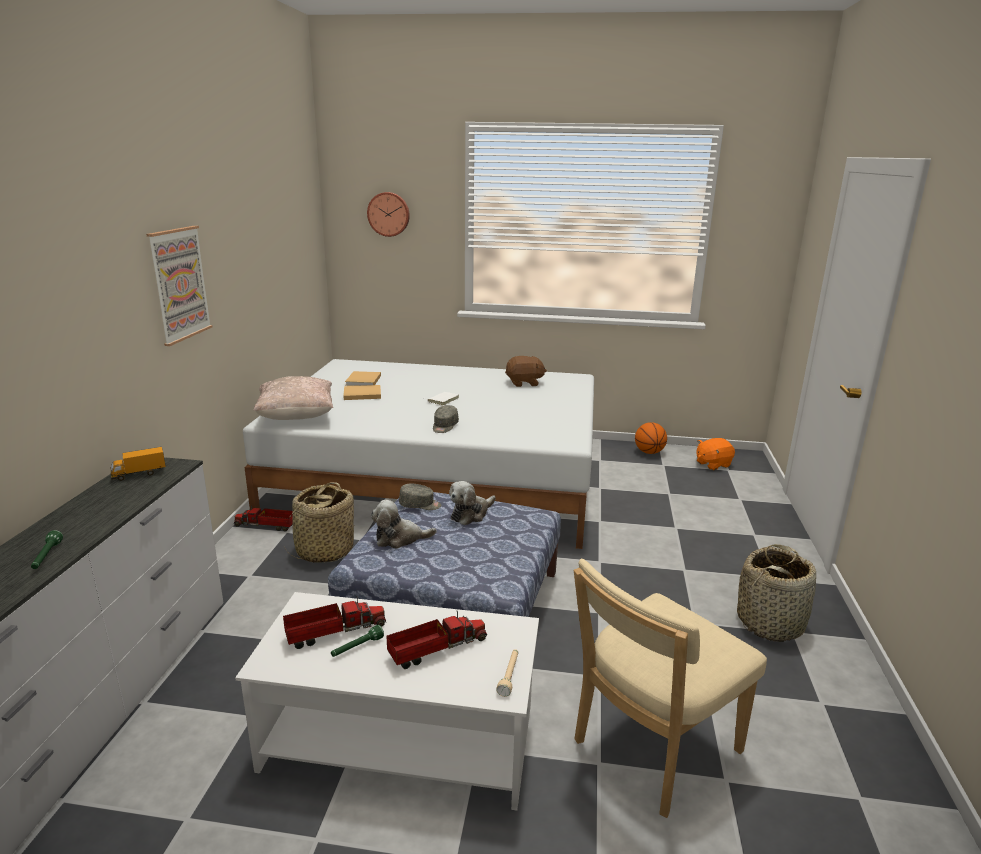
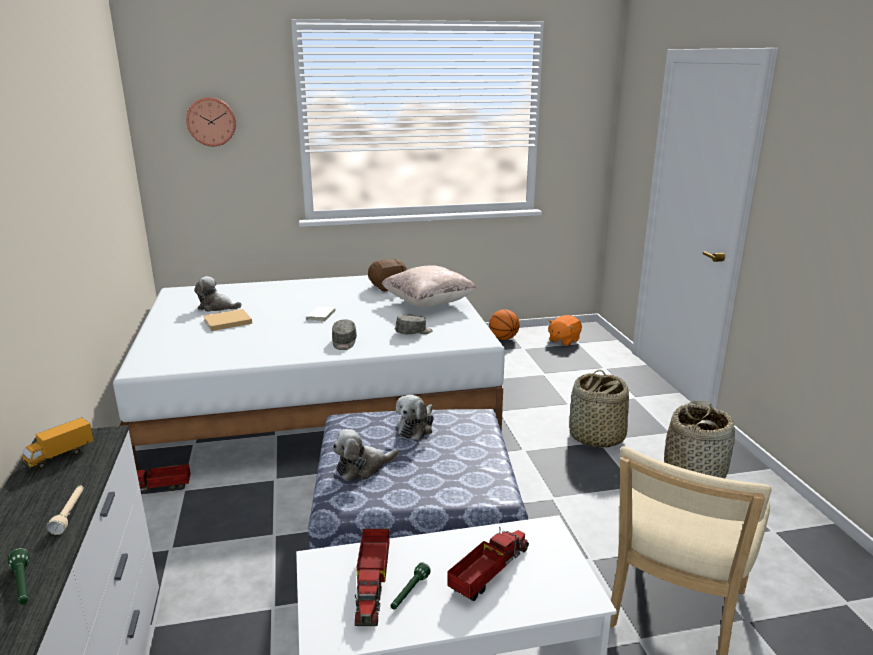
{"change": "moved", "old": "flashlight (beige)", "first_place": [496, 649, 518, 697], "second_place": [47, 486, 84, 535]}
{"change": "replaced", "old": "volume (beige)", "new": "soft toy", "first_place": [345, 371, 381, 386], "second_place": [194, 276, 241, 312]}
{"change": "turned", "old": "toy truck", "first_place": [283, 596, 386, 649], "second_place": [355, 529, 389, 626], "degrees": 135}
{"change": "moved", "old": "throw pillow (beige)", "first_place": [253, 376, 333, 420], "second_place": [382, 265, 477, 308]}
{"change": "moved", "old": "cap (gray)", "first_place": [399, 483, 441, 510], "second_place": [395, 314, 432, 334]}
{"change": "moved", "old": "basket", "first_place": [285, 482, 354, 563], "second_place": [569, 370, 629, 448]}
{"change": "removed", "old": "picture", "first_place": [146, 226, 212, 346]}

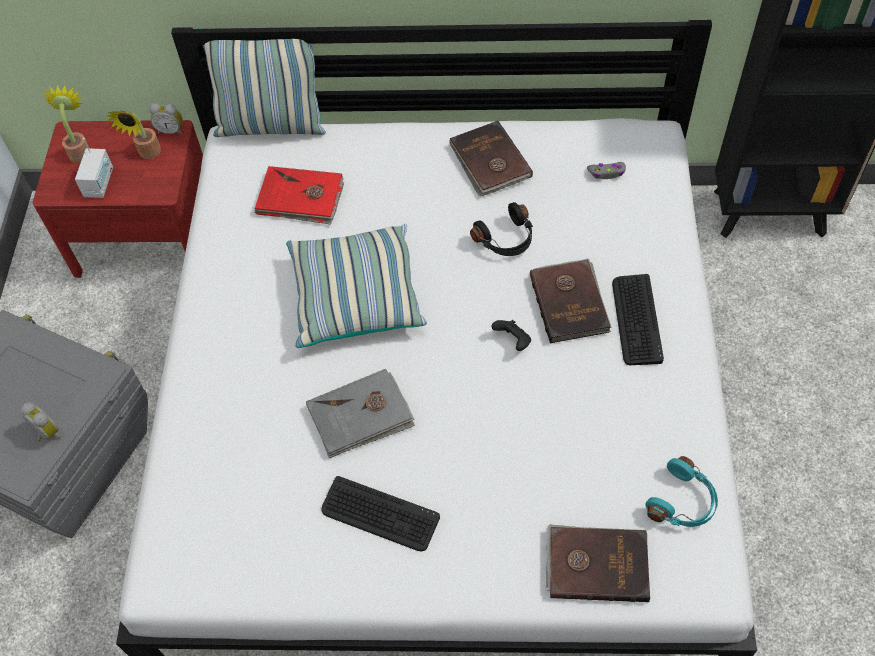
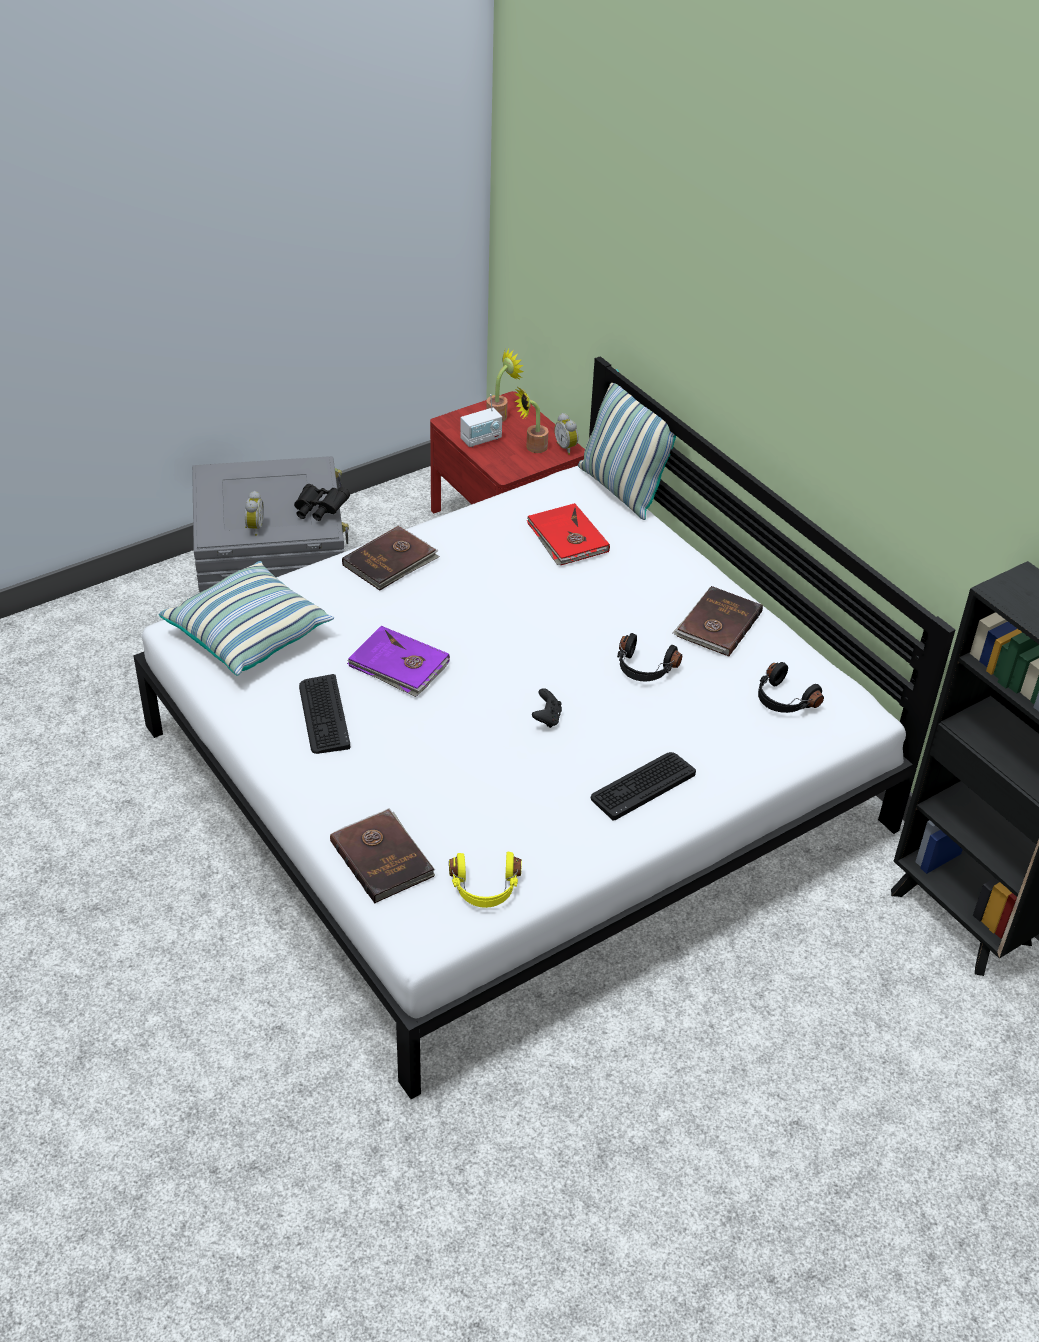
{"change": "moved", "old": "throw pillow", "first_place": [286, 224, 427, 348], "second_place": [159, 561, 334, 676]}
{"change": "added", "new": "binoculars (black-coloured)", "second_place": [294, 484, 350, 521]}
{"change": "moved", "old": "volume (brown-coloured)", "first_place": [530, 258, 612, 343], "second_place": [342, 526, 440, 590]}
{"change": "recoloured", "old": "volume (gray)", "new": "volume (purple)", "first_place": [306, 369, 415, 458], "second_place": [347, 626, 450, 697]}
{"change": "recoloured", "old": "pair of headphones (turquoise)", "new": "pair of headphones (yellow-coloured)", "first_place": [645, 456, 718, 527], "second_place": [449, 852, 522, 908]}
{"change": "replaced", "old": "game controller (gray)", "new": "pair of headphones (black-coloured)", "first_place": [587, 162, 626, 179], "second_place": [758, 662, 824, 713]}

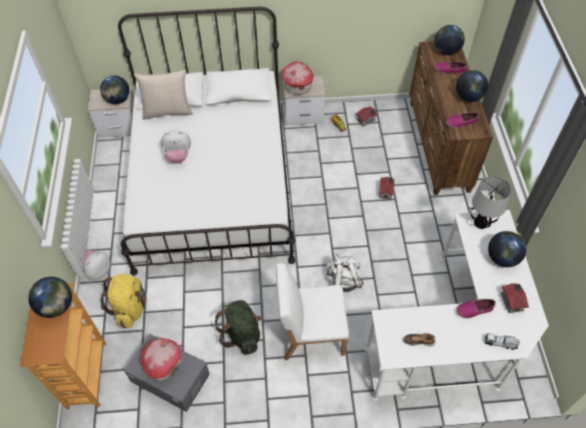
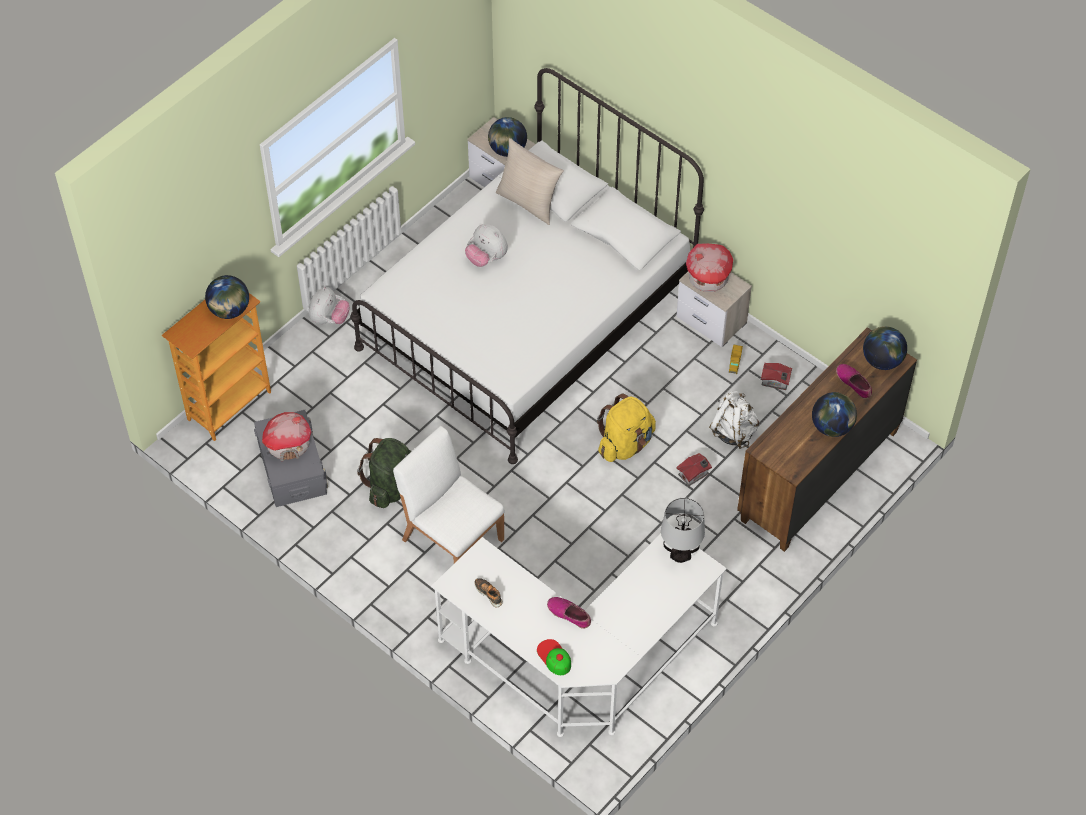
{"change": "turned", "old": "soft toy", "first_place": [82, 250, 111, 280], "second_place": [309, 286, 350, 324], "degrees": 120}
{"change": "replaced", "old": "toy truck", "new": "cap", "first_place": [485, 333, 520, 350], "second_place": [537, 639, 571, 675]}
{"change": "moved", "old": "knapsack (yellow-coloured)", "first_place": [101, 274, 147, 328], "second_place": [597, 393, 656, 462]}
{"change": "moved", "old": "knapsack (white-coloured)", "first_place": [326, 253, 363, 292], "second_place": [709, 391, 759, 449]}
{"change": "removed", "old": "item of footwear", "first_place": [446, 112, 479, 128]}
{"change": "removed", "old": "globe", "first_place": [488, 231, 526, 267]}
{"change": "removed", "old": "miniature house", "first_place": [501, 283, 529, 313]}

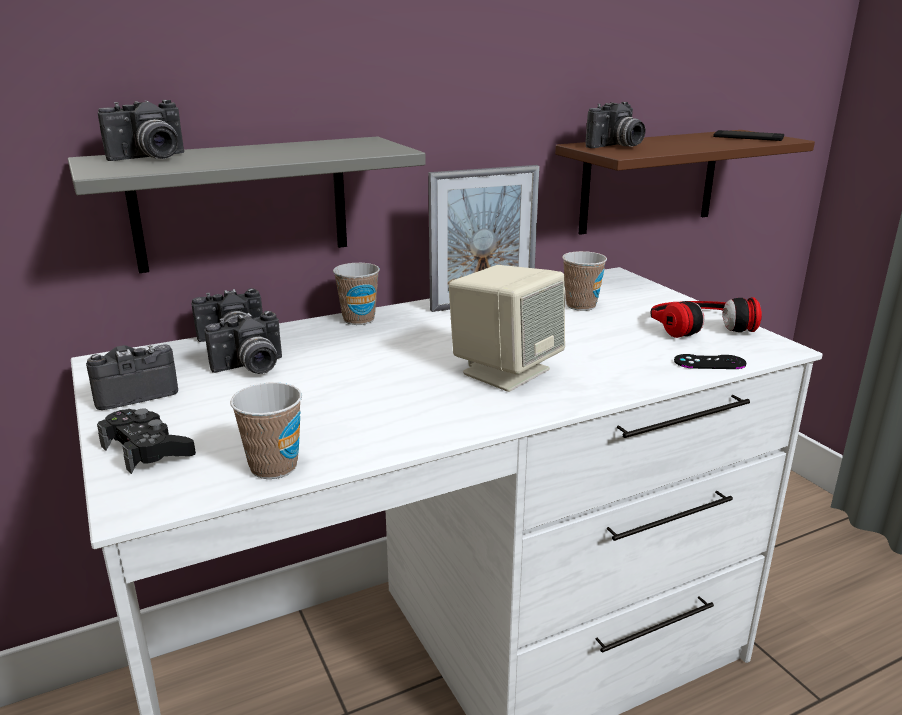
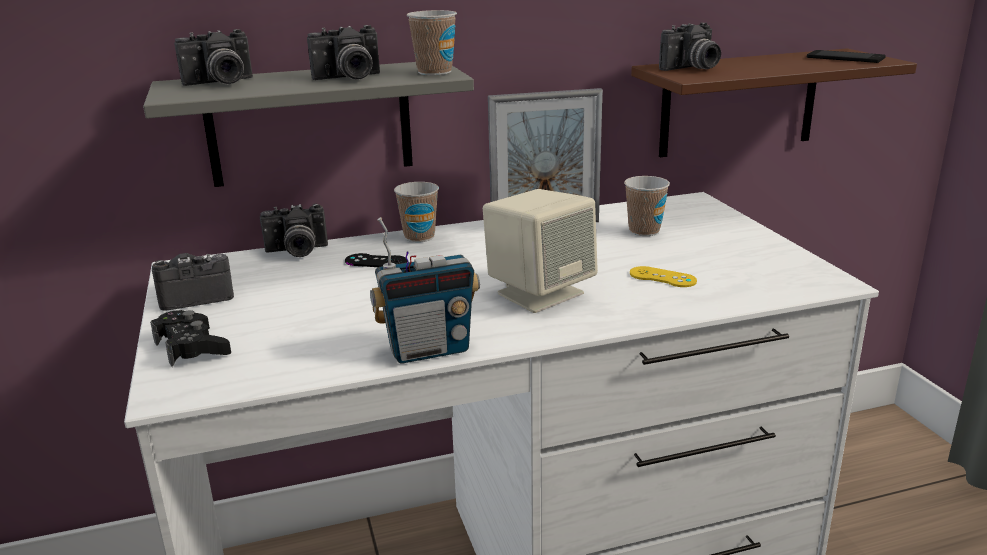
{"change": "moved", "old": "photo camera", "first_place": [205, 311, 282, 374], "second_place": [307, 25, 380, 80]}
{"change": "moved", "old": "game controller (black-coloured)", "first_place": [674, 354, 746, 369], "second_place": [345, 253, 407, 267]}
{"change": "added", "new": "radio set", "second_place": [370, 217, 480, 364]}
{"change": "moved", "old": "small cup", "first_place": [230, 382, 302, 479], "second_place": [407, 10, 457, 75]}
{"change": "added", "new": "game controller (yellow-coloured)", "second_place": [630, 266, 697, 287]}
{"change": "removed", "old": "pair of headphones", "first_place": [651, 297, 762, 338]}

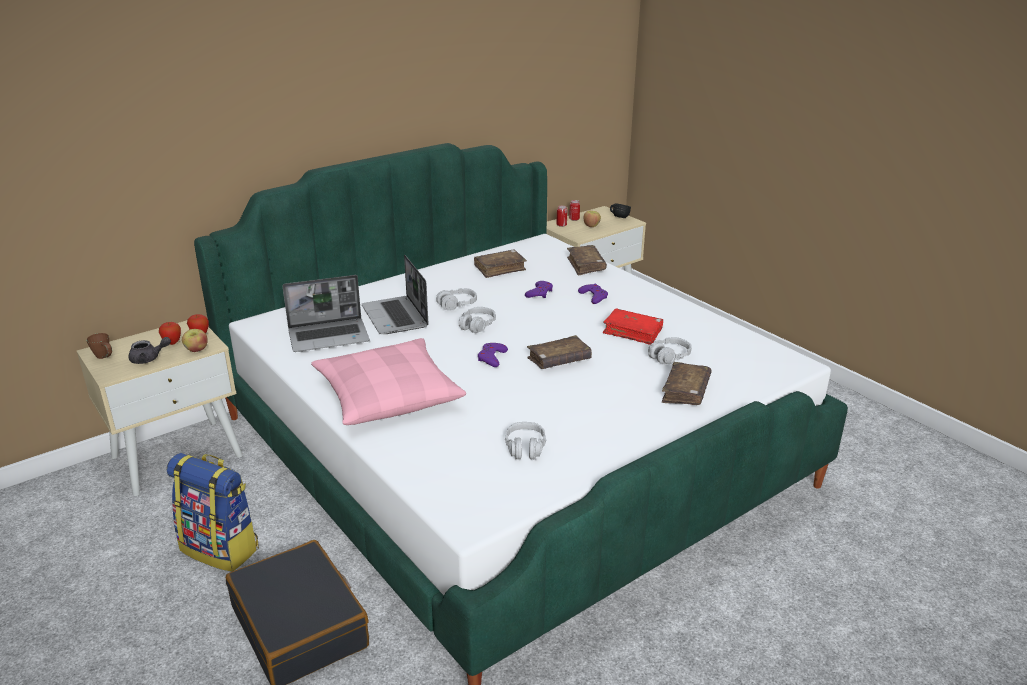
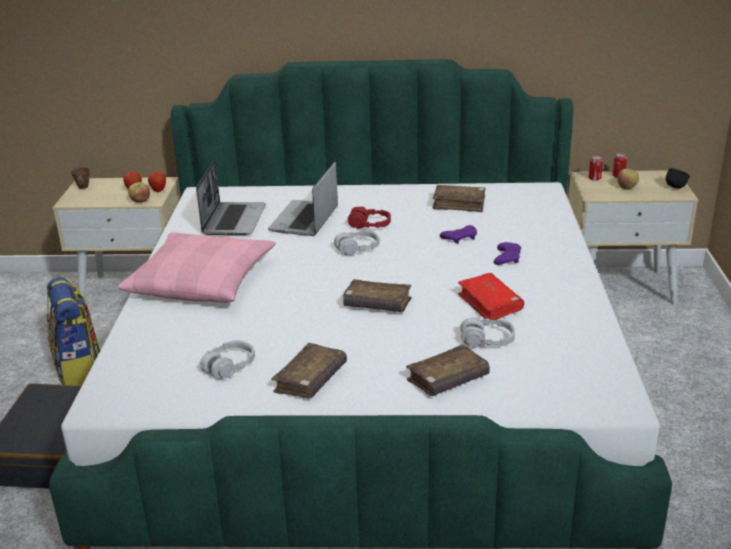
{"change": "turned", "old": "laptop", "first_place": [282, 275, 370, 352], "second_place": [196, 160, 266, 235], "degrees": -105}
{"change": "moved", "old": "volume (brown-coloured)", "first_place": [567, 245, 607, 275], "second_place": [271, 343, 347, 398]}
{"change": "recoloured", "old": "pair of headphones (gray)", "new": "pair of headphones (reddish)", "first_place": [436, 288, 477, 310], "second_place": [348, 207, 391, 229]}
{"change": "removed", "old": "pot for tea (gray)", "first_place": [128, 337, 171, 364]}
{"change": "removed", "old": "game controller (purple)", "first_place": [478, 343, 508, 367]}

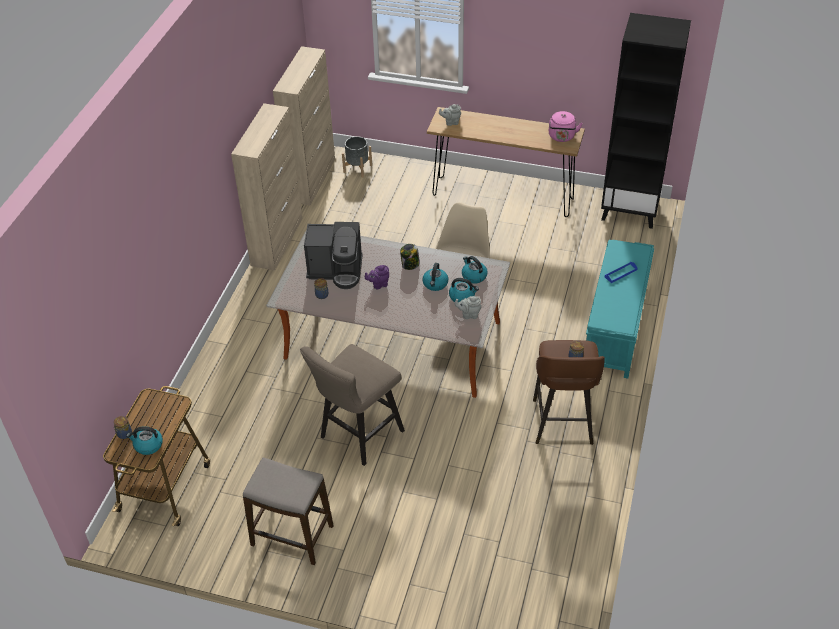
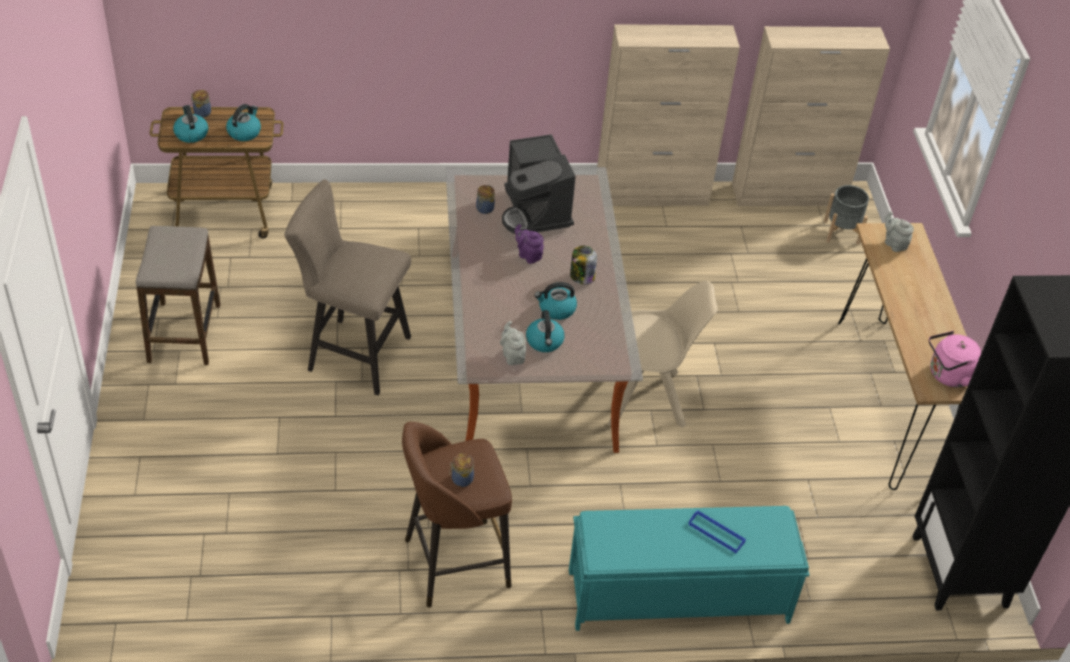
{"change": "moved", "old": "water kettle", "first_place": [462, 256, 488, 284], "second_place": [226, 104, 261, 141]}

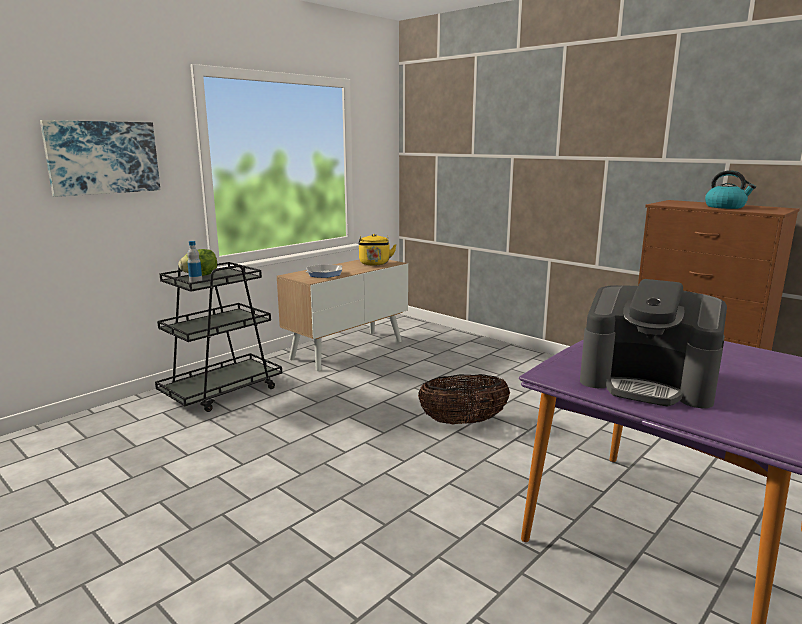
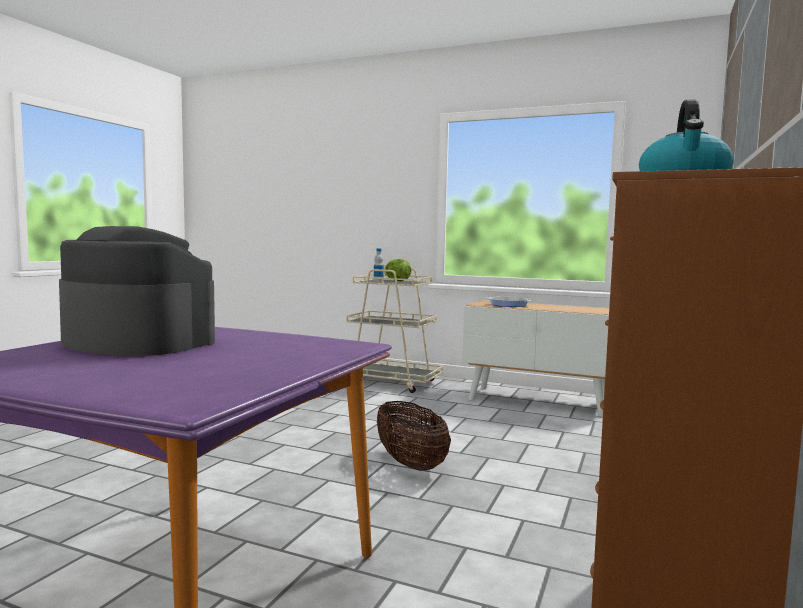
{"change": "turned", "old": "coffee maker", "first_place": [580, 279, 727, 408], "second_place": [59, 226, 215, 356], "degrees": 105}
{"change": "recoloured", "old": "cart (black-coloured)", "new": "cart (beige)", "first_place": [155, 262, 282, 412], "second_place": [346, 268, 443, 393]}
{"change": "removed", "old": "picture", "first_place": [40, 120, 160, 197]}
{"change": "removed", "old": "water kettle (yellow-coloured)", "first_place": [358, 234, 397, 266]}

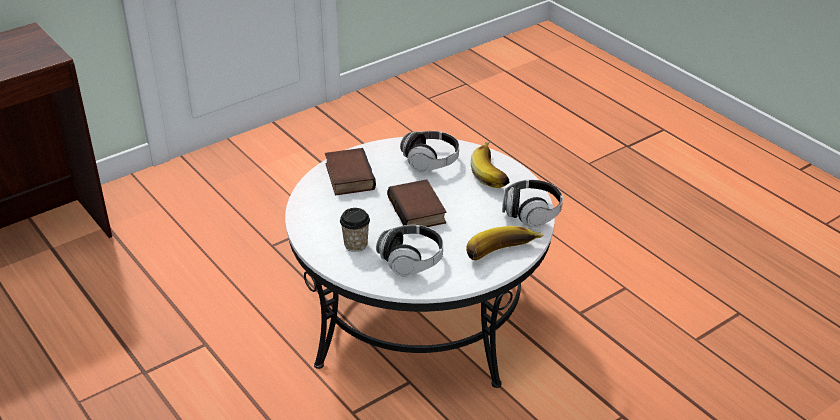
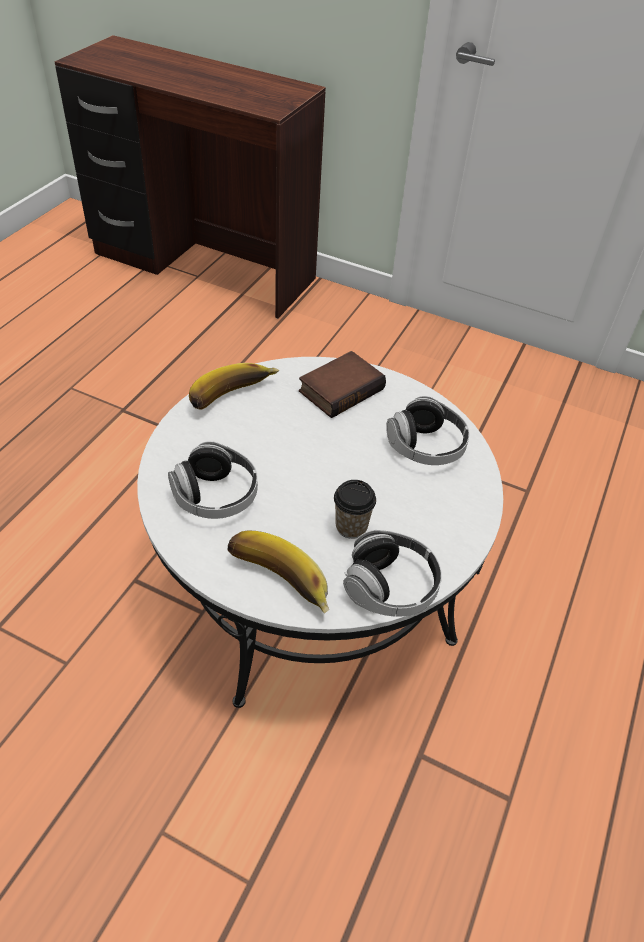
{"change": "moved", "old": "banana fruit", "first_place": [471, 141, 510, 188], "second_place": [189, 363, 279, 410]}
{"change": "moved", "old": "small cup", "first_place": [340, 208, 370, 252], "second_place": [334, 480, 376, 539]}
{"change": "removed", "old": "volume", "first_place": [387, 179, 446, 227]}

